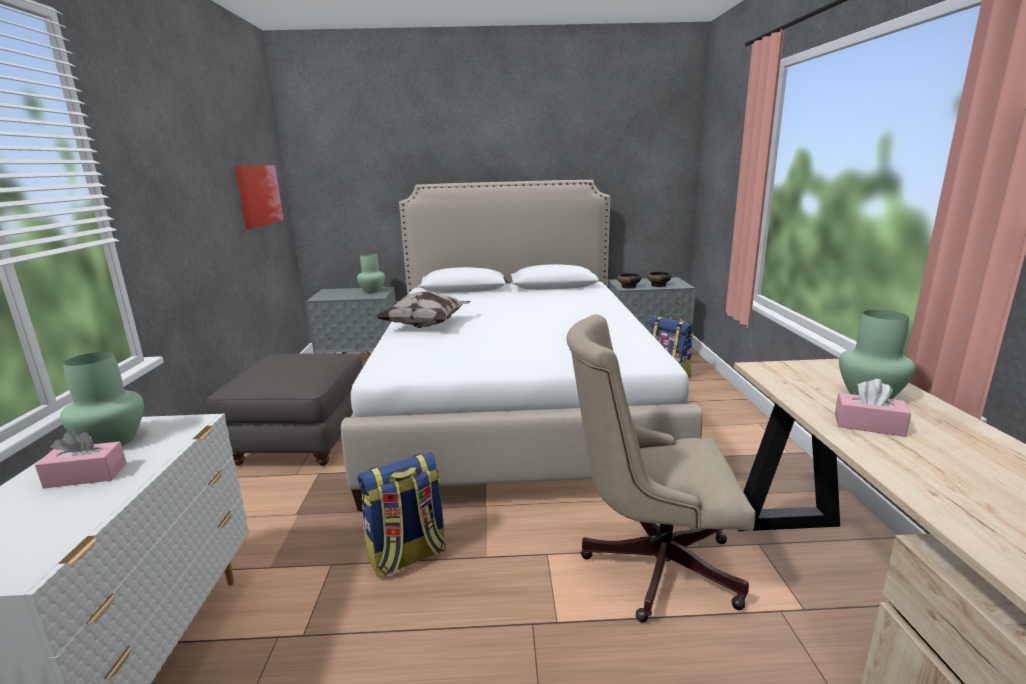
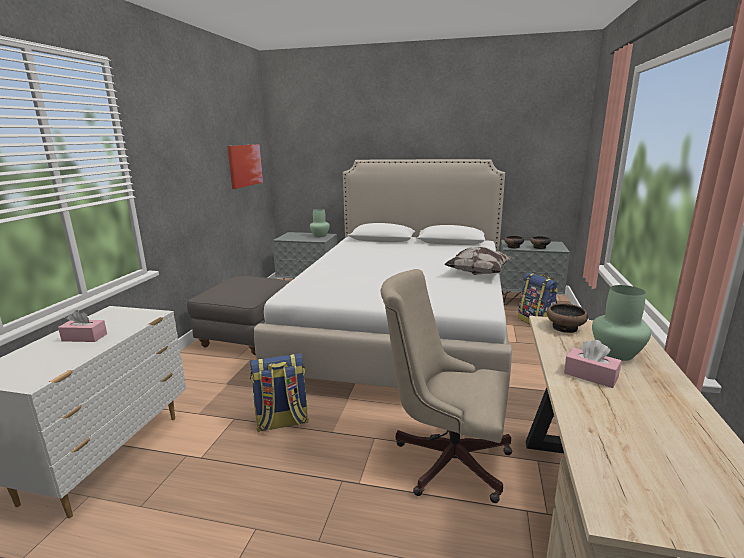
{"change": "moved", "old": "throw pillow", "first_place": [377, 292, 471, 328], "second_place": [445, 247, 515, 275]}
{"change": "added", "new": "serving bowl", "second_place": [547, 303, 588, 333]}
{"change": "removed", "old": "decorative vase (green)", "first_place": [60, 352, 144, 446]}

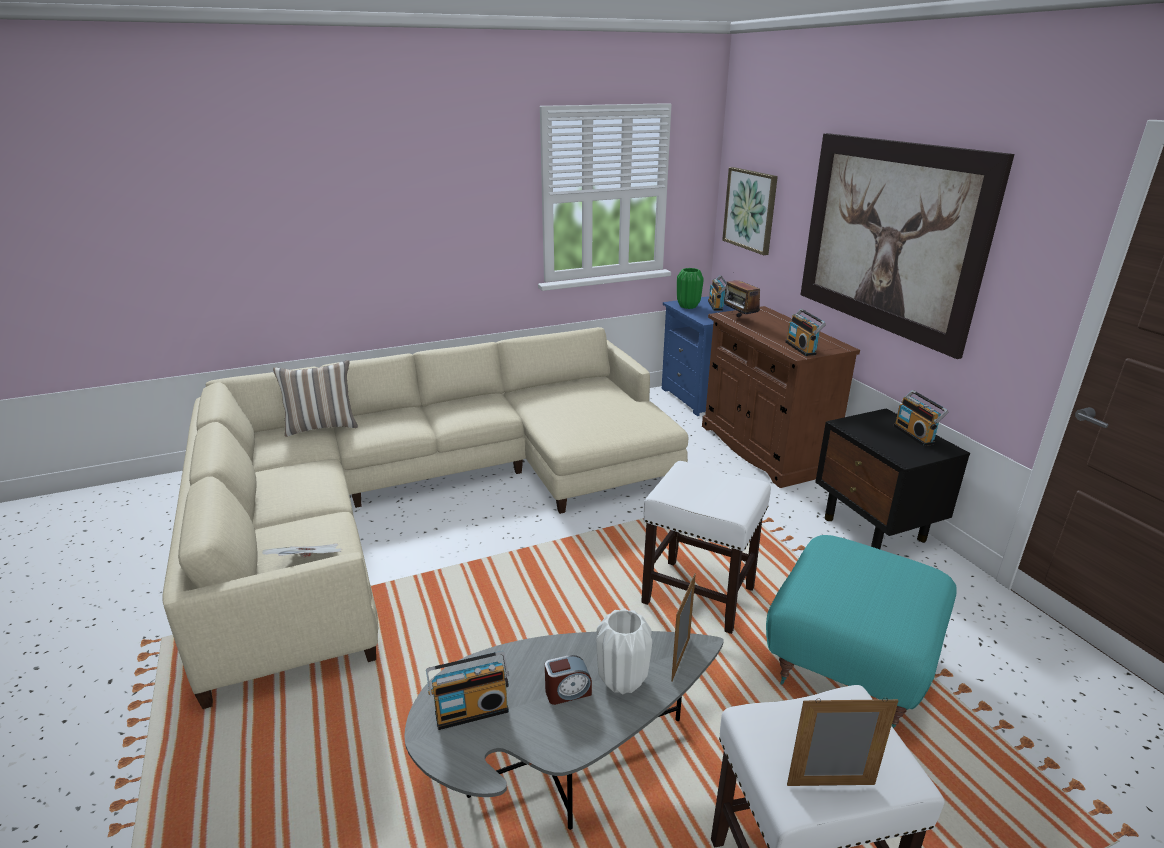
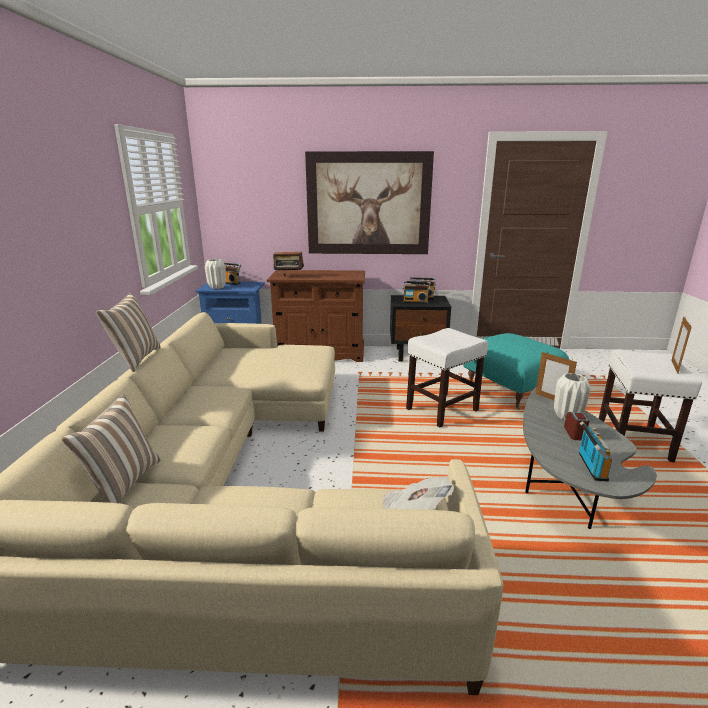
{"change": "added", "new": "throw pillow", "second_place": [96, 293, 160, 372]}
{"change": "recoloured", "old": "decorative vase (green)", "new": "decorative vase (white-coloured)", "first_place": [677, 268, 704, 309], "second_place": [205, 259, 226, 289]}
{"change": "moved", "old": "radio set", "first_place": [785, 309, 826, 356], "second_place": [403, 281, 430, 304]}
{"change": "removed", "old": "picture", "first_place": [722, 167, 778, 255]}

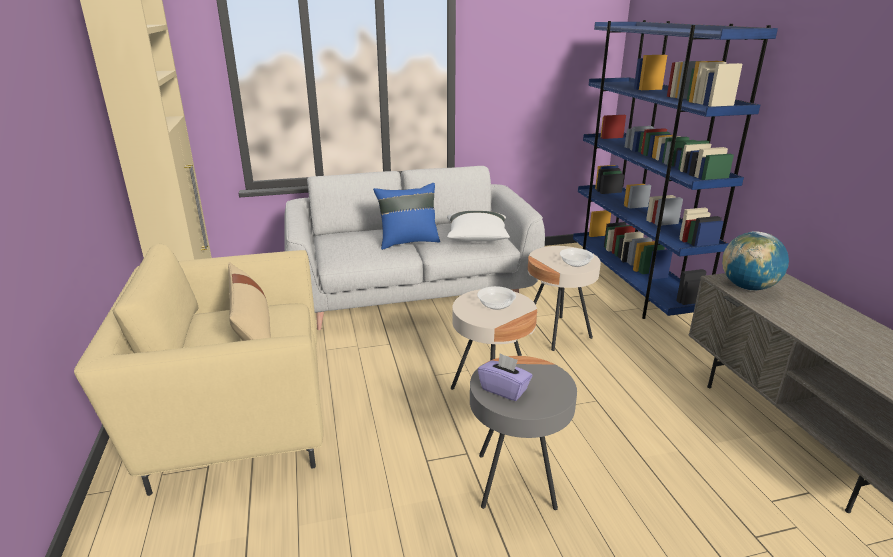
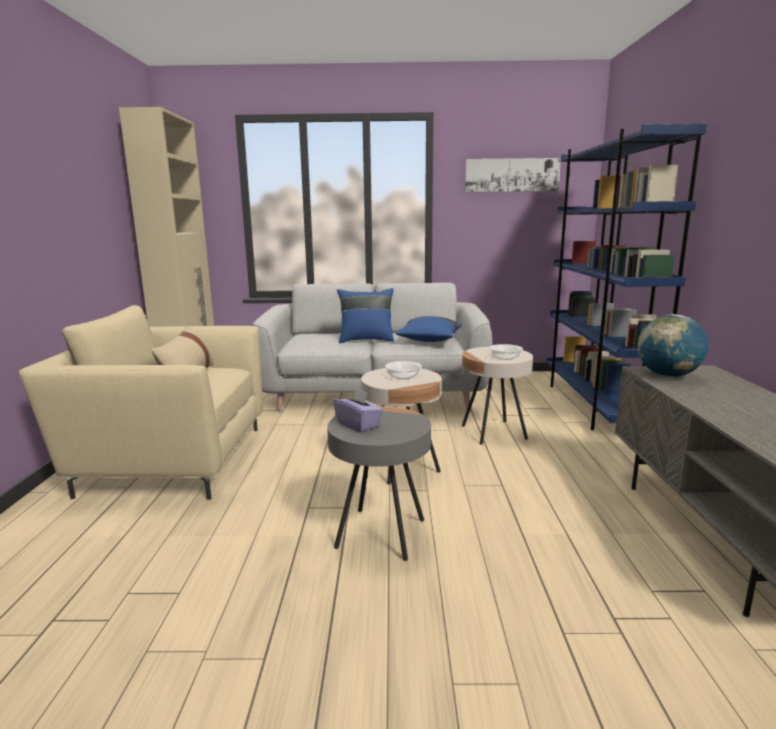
{"change": "recoloured", "old": "throw pillow (white-coloured)", "new": "throw pillow (bluish)", "first_place": [447, 211, 510, 242], "second_place": [396, 316, 462, 342]}
{"change": "added", "new": "picture", "second_place": [465, 158, 561, 192]}

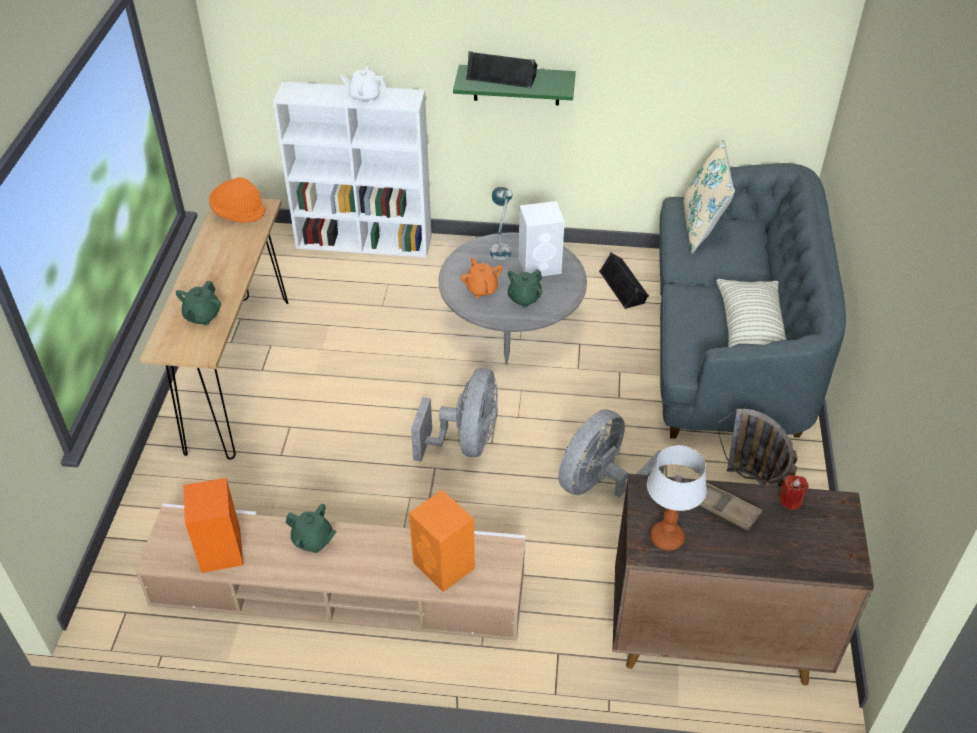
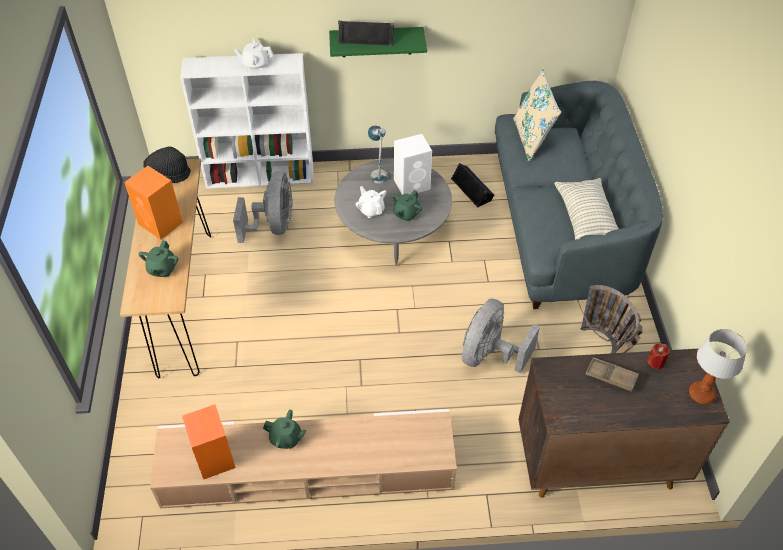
{"change": "moved", "old": "speaker (orange)", "first_place": [409, 490, 475, 592], "second_place": [124, 166, 183, 240]}
{"change": "recoloured", "old": "wearable hat (orange)", "new": "wearable hat (black-coloured)", "first_place": [209, 177, 265, 223], "second_place": [143, 147, 191, 183]}
{"change": "moved", "old": "cooling fan (gray)", "first_place": [411, 368, 498, 462], "second_place": [233, 171, 293, 243]}
{"change": "recoloured", "old": "pot for tea (orange)", "new": "pot for tea (white-coloured)", "first_place": [461, 257, 502, 298], "second_place": [356, 186, 386, 218]}
{"change": "moved", "old": "tabletop lamp", "first_place": [647, 445, 707, 551], "second_place": [689, 329, 747, 405]}

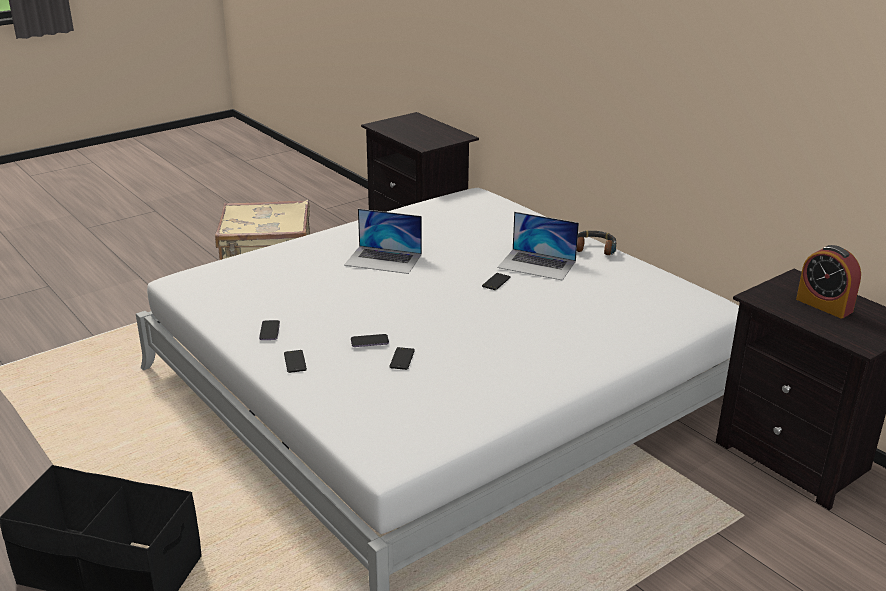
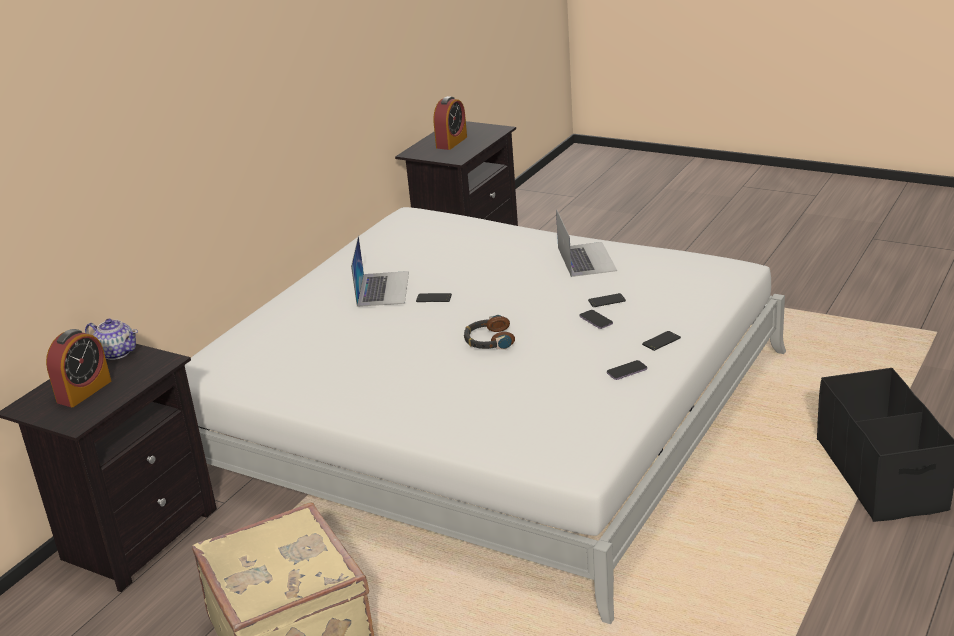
{"change": "added", "new": "table clock", "second_place": [46, 329, 111, 407]}
{"change": "added", "new": "pot for tea", "second_place": [85, 319, 138, 360]}
{"change": "moved", "old": "pair of headphones", "first_place": [577, 230, 616, 255], "second_place": [464, 315, 515, 350]}
{"change": "moved", "old": "laptop", "first_place": [344, 209, 422, 274], "second_place": [556, 209, 617, 277]}

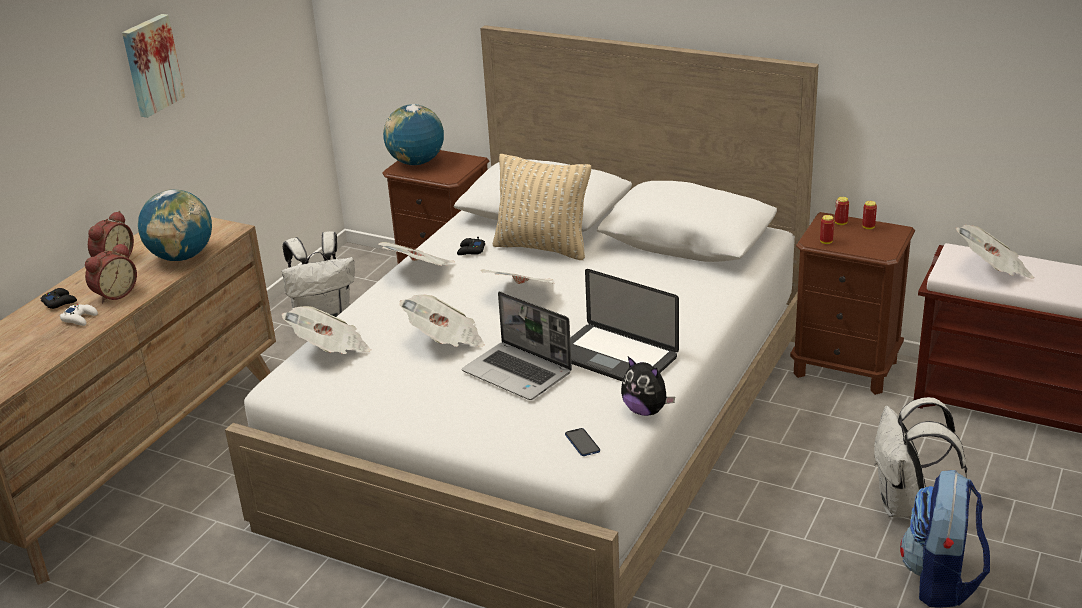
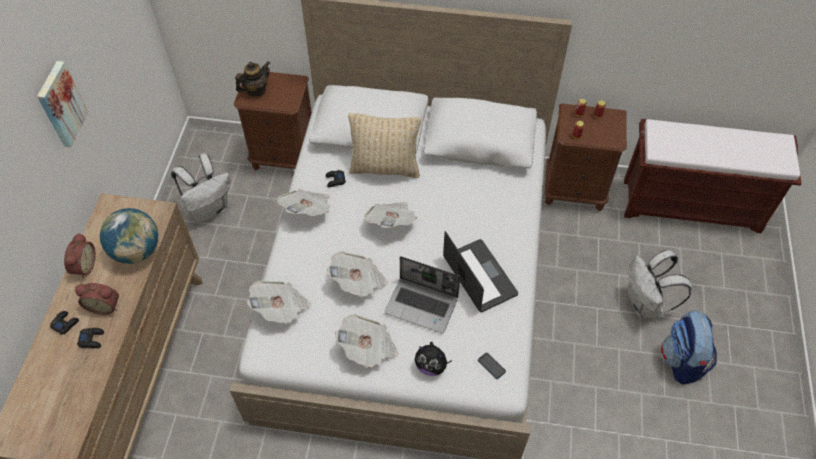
{"change": "turned", "old": "table clock", "first_place": [85, 243, 137, 303], "second_place": [75, 283, 119, 315], "degrees": 75}
{"change": "recoloured", "old": "game controller (white-coloured)", "new": "game controller (black-coloured)", "first_place": [59, 304, 98, 326], "second_place": [77, 328, 104, 348]}
{"change": "replaced", "old": "globe", "new": "pot for tea", "first_place": [383, 104, 444, 165], "second_place": [235, 61, 270, 96]}
{"change": "moved", "old": "newspaper", "first_place": [956, 225, 1035, 278], "second_place": [335, 314, 399, 368]}
{"change": "moved", "old": "soft toy", "first_place": [621, 357, 675, 416], "second_place": [415, 342, 452, 376]}
{"change": "turned", "old": "laptop", "first_place": [570, 269, 679, 381], "second_place": [443, 231, 518, 312], "degrees": -135}

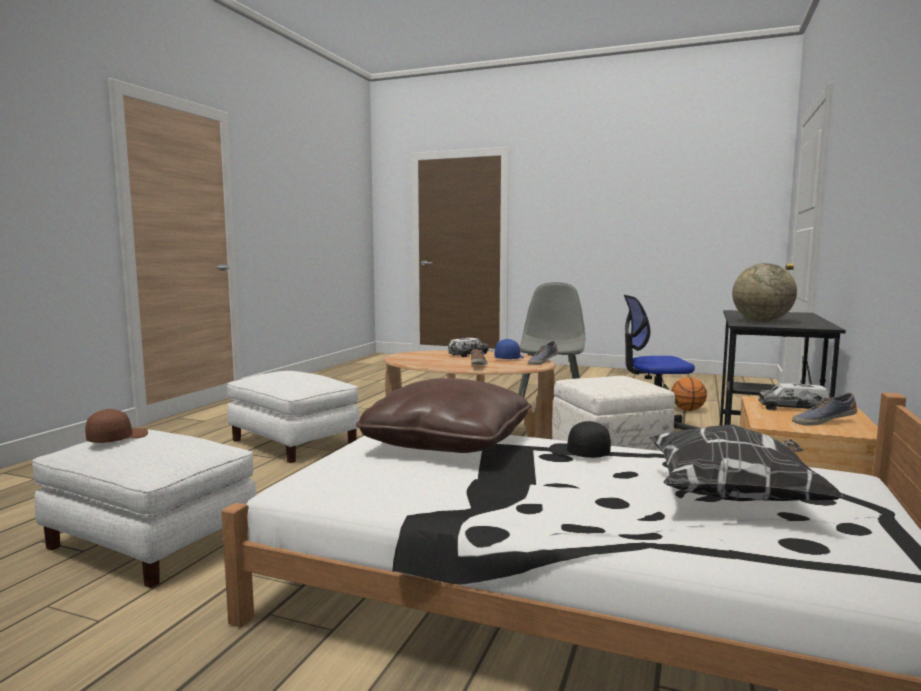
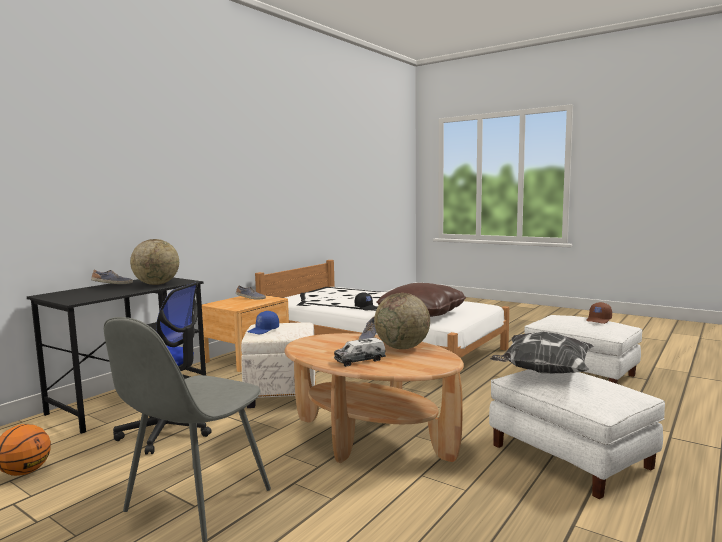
{"change": "moved", "old": "item of footwear", "first_place": [528, 341, 558, 365], "second_place": [91, 270, 133, 284]}
{"change": "moved", "old": "cap (bluish)", "first_place": [495, 339, 524, 359], "second_place": [247, 311, 279, 334]}
{"change": "added", "new": "globe", "second_place": [374, 293, 430, 349]}
{"change": "moved", "old": "throw pillow", "first_place": [649, 424, 844, 501], "second_place": [490, 332, 594, 373]}
{"change": "removed", "old": "toy truck", "first_place": [758, 383, 829, 410]}

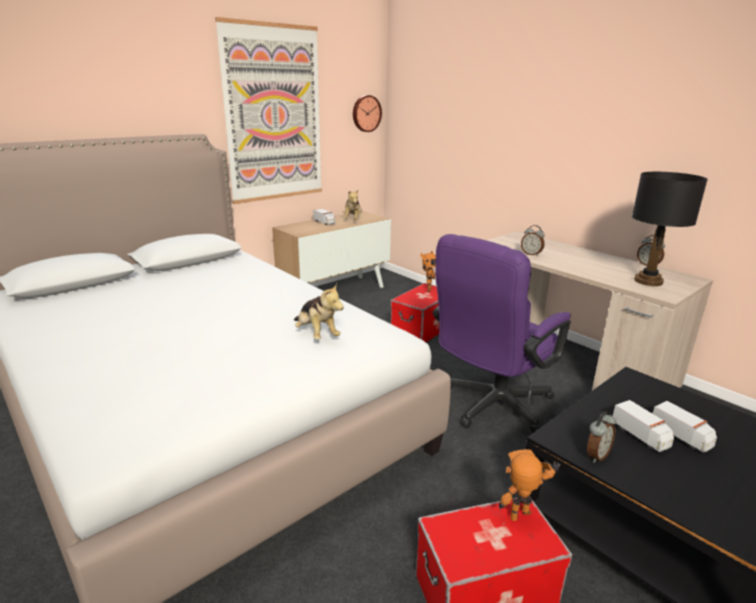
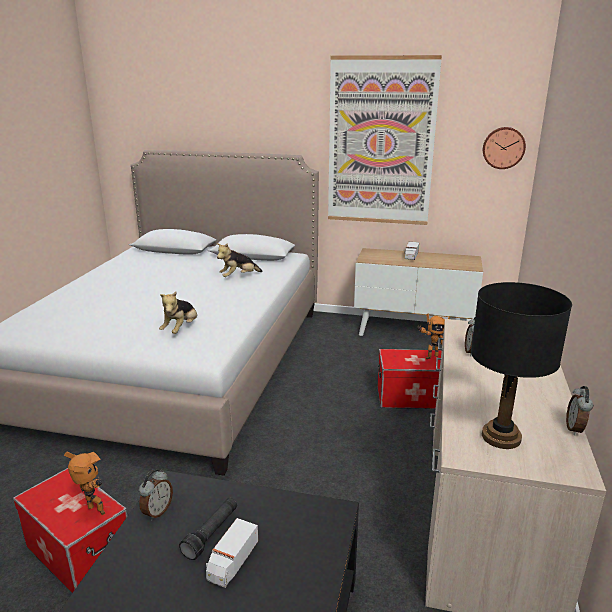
{"change": "turned", "old": "table clock", "first_place": [587, 411, 616, 463], "second_place": [139, 469, 173, 521], "degrees": -75}
{"change": "replaced", "old": "toy truck", "new": "flashlight (black-coloured)", "first_place": [612, 400, 674, 452], "second_place": [179, 498, 237, 560]}
{"change": "moved", "old": "soft toy", "first_place": [343, 189, 362, 220], "second_place": [216, 243, 263, 277]}
{"change": "removed", "old": "desk chair (purple)", "first_place": [433, 234, 571, 433]}

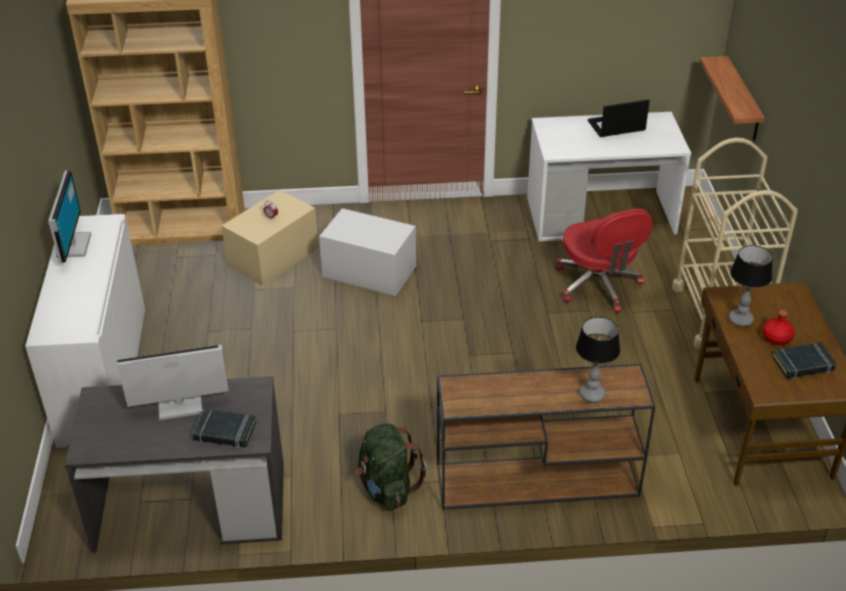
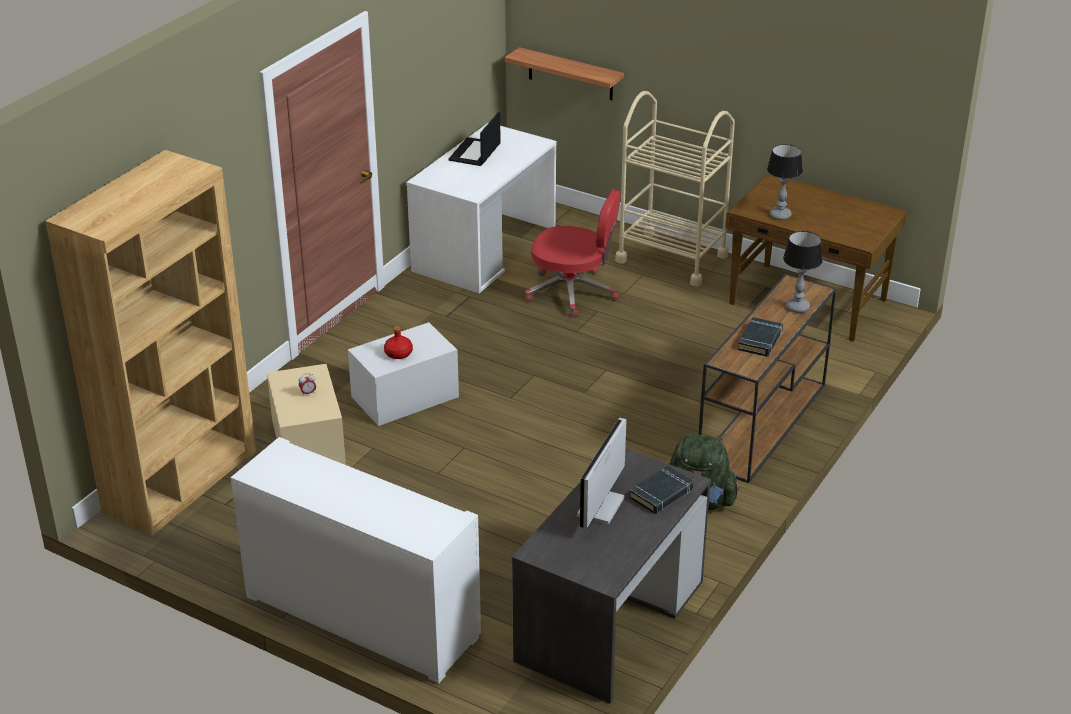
{"change": "moved", "old": "drink bottle (reddish)", "first_place": [762, 310, 794, 345], "second_place": [384, 326, 413, 359]}
{"change": "moved", "old": "volume (black-coloured)", "first_place": [772, 342, 837, 379], "second_place": [738, 317, 783, 357]}
{"change": "removed", "old": "computer screen", "first_place": [48, 170, 91, 263]}

